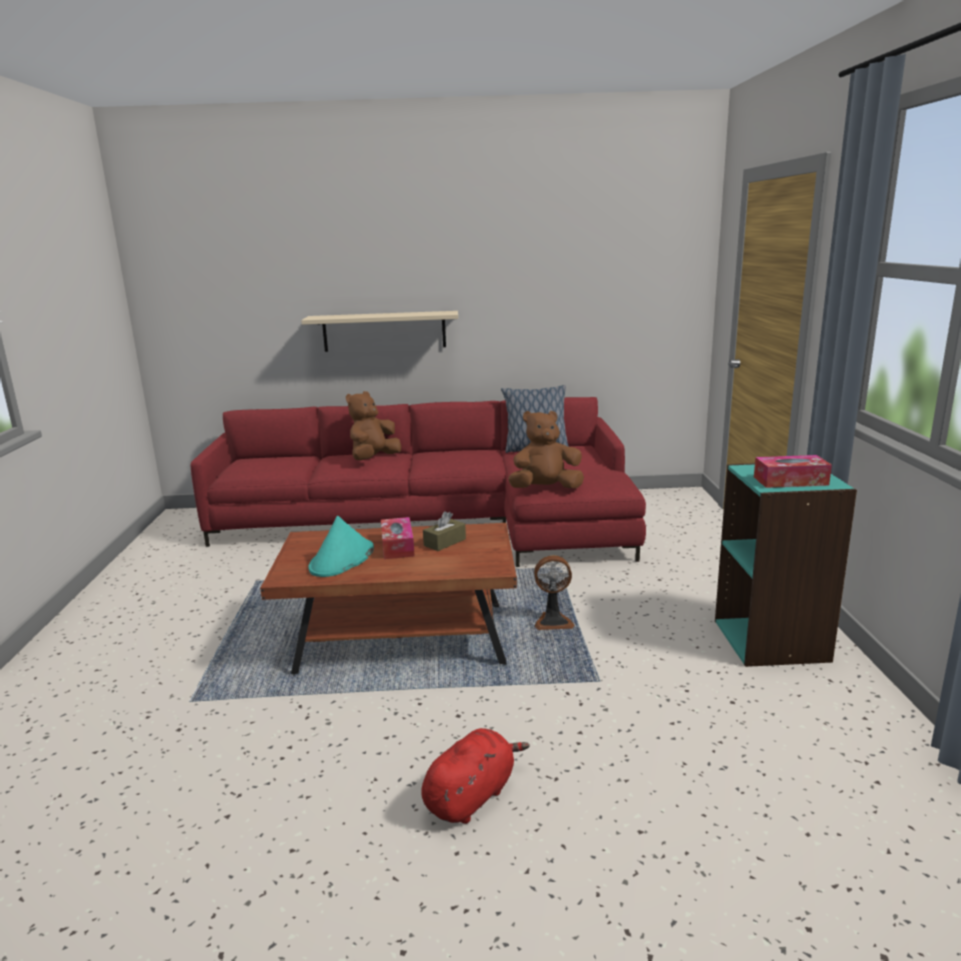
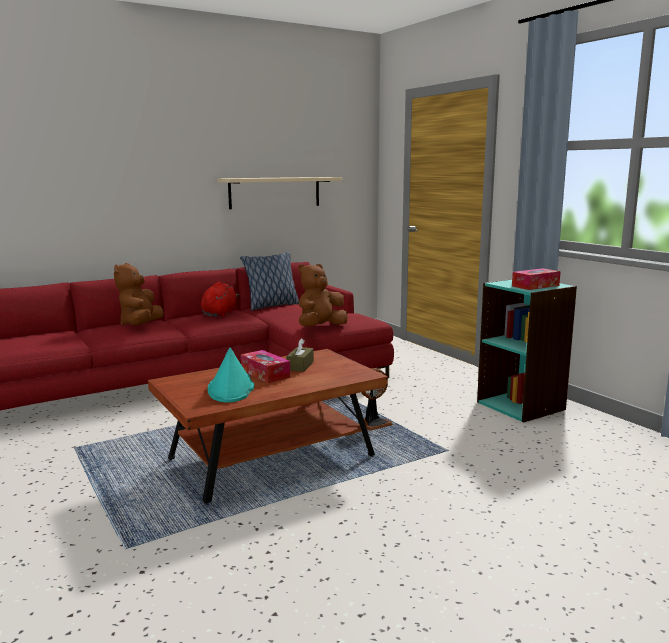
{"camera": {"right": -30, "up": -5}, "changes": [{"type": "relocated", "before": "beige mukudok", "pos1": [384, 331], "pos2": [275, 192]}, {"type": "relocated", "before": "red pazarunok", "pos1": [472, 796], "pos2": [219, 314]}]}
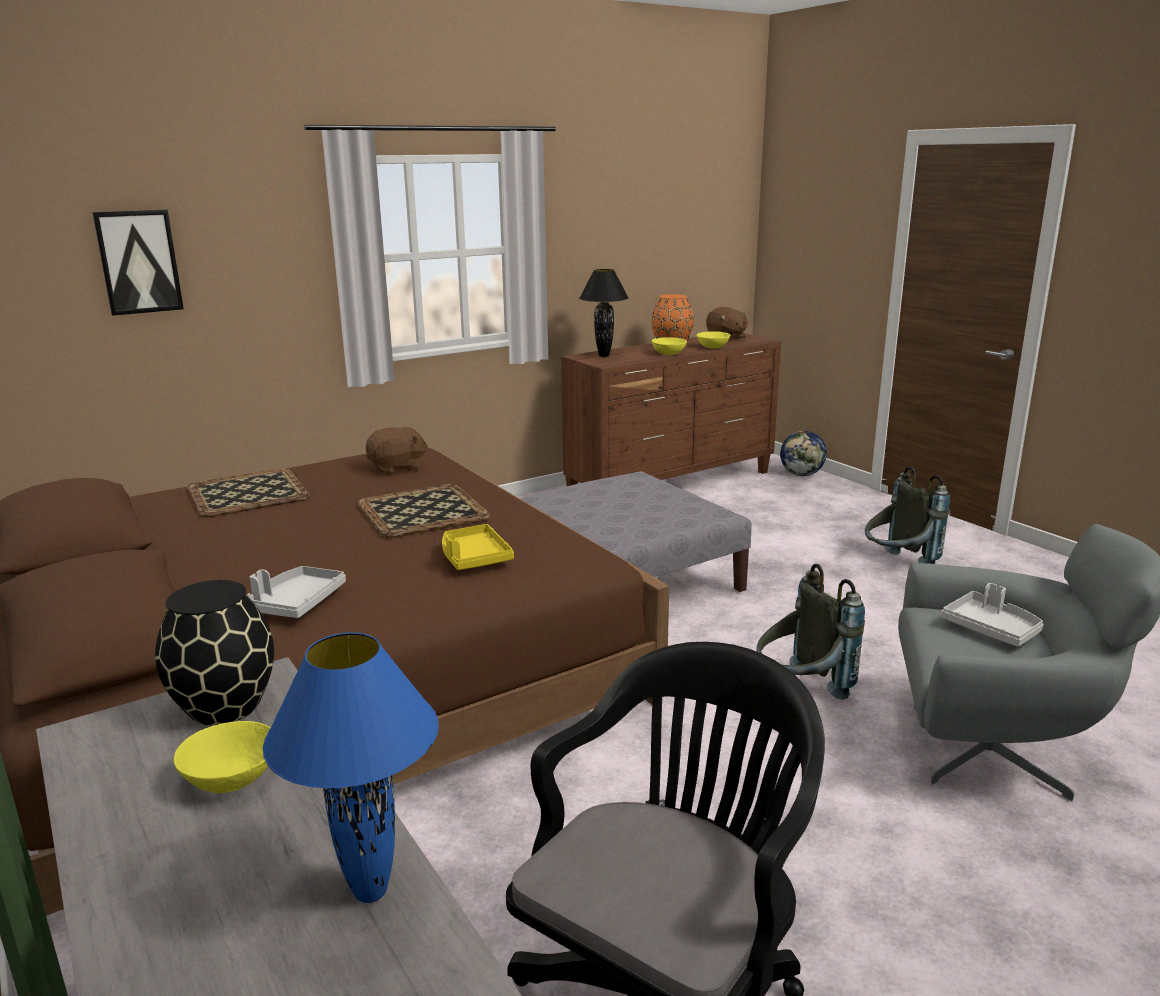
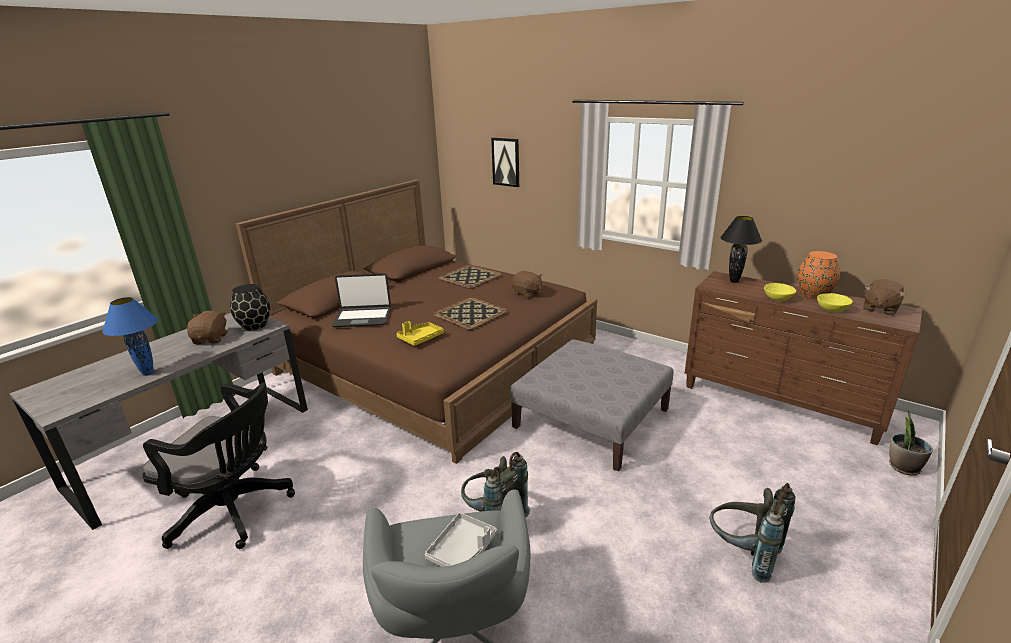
{"camera": {"right": 70, "up": 5}, "changes": [{"type": "exchanged", "before": "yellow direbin", "after": "brown pazarunok", "pos1": [231, 779], "pos2": [211, 339]}, {"type": "exchanged", "before": "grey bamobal", "after": "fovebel", "pos1": [296, 603], "pos2": [363, 318]}, {"type": "exchanged", "before": "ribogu", "after": "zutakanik", "pos1": [802, 474], "pos2": [903, 467]}]}
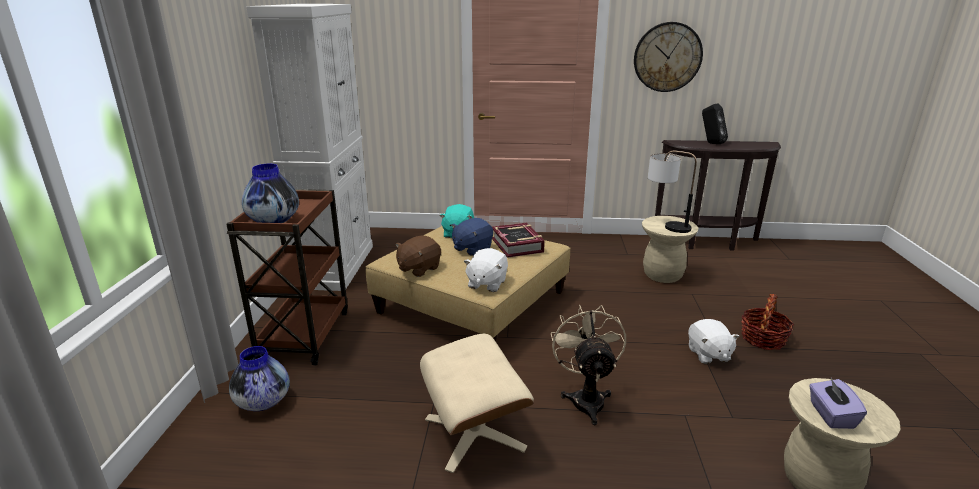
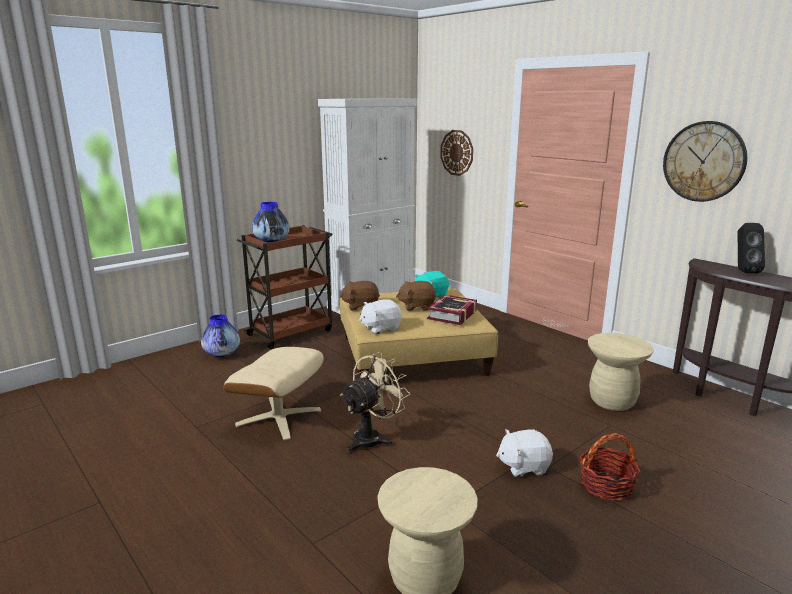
{"camera": {"right": 45, "up": -5}, "changes": [{"type": "missing", "before": "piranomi", "pos1": [665, 225]}, {"type": "missing", "before": "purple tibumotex", "pos1": [831, 415]}, {"type": "appeared", "after": "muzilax", "pos2": [457, 152]}, {"type": "colour", "before": "blue pazarunok", "after": "brown pazarunok", "pos1": [472, 248], "pos2": [417, 307]}, {"type": "spun", "before": "white pazarunok", "pos1": [708, 354], "pos2": [523, 466], "turn": 45}]}
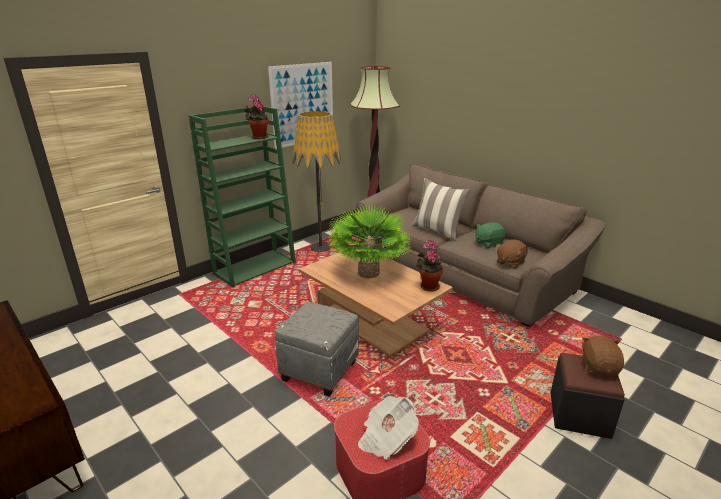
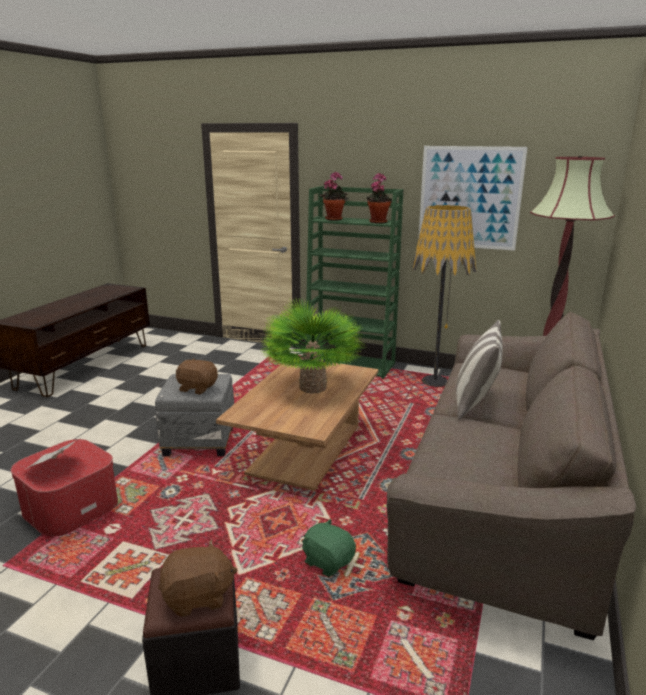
{"camera": {"right": 65, "up": -5}, "changes": [{"type": "relocated", "before": "zutakanik", "pos1": [428, 286], "pos2": [334, 219]}, {"type": "relocated", "before": "green pazarunok", "pos1": [488, 243], "pos2": [328, 561]}, {"type": "relocated", "before": "brown pazarunok", "pos1": [510, 262], "pos2": [197, 388]}]}
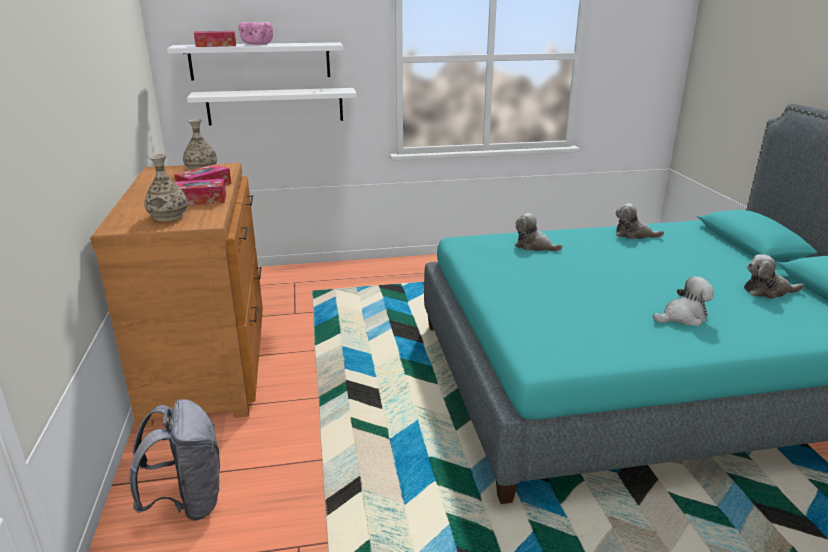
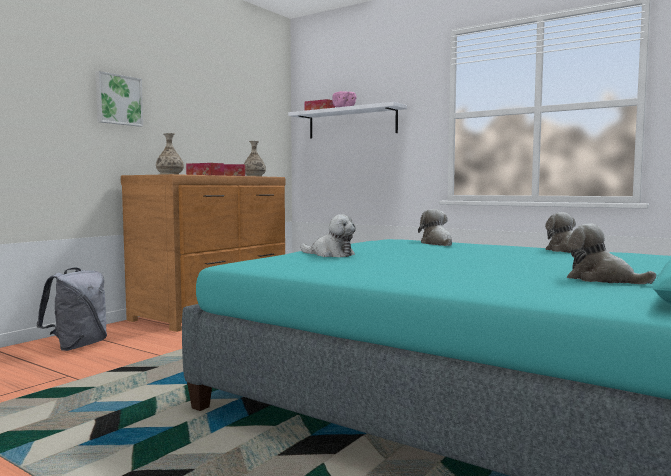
{"camera": {"right": 45, "up": -20}, "changes": [{"type": "missing", "before": "white mukudok", "pos1": [275, 106]}, {"type": "appeared", "after": "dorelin", "pos2": [118, 100]}, {"type": "relocated", "before": "pazarunok", "pos1": [683, 317], "pos2": [330, 255]}]}
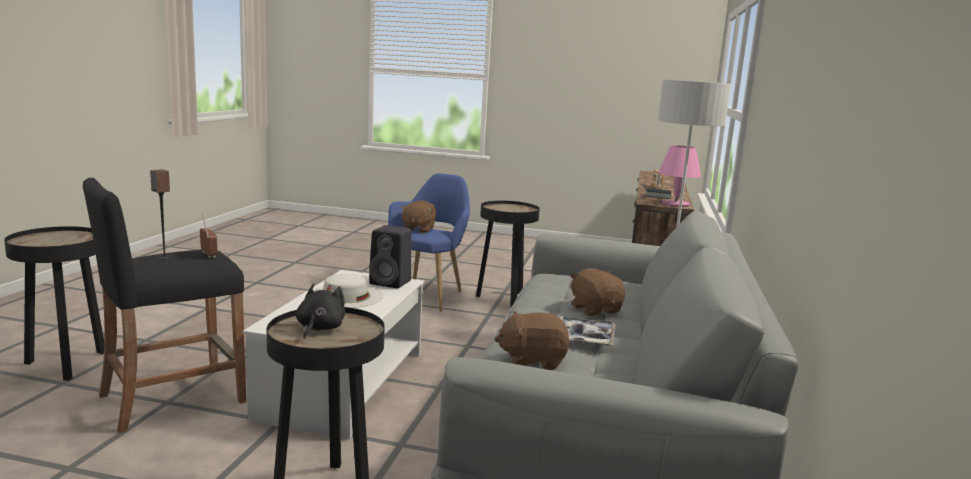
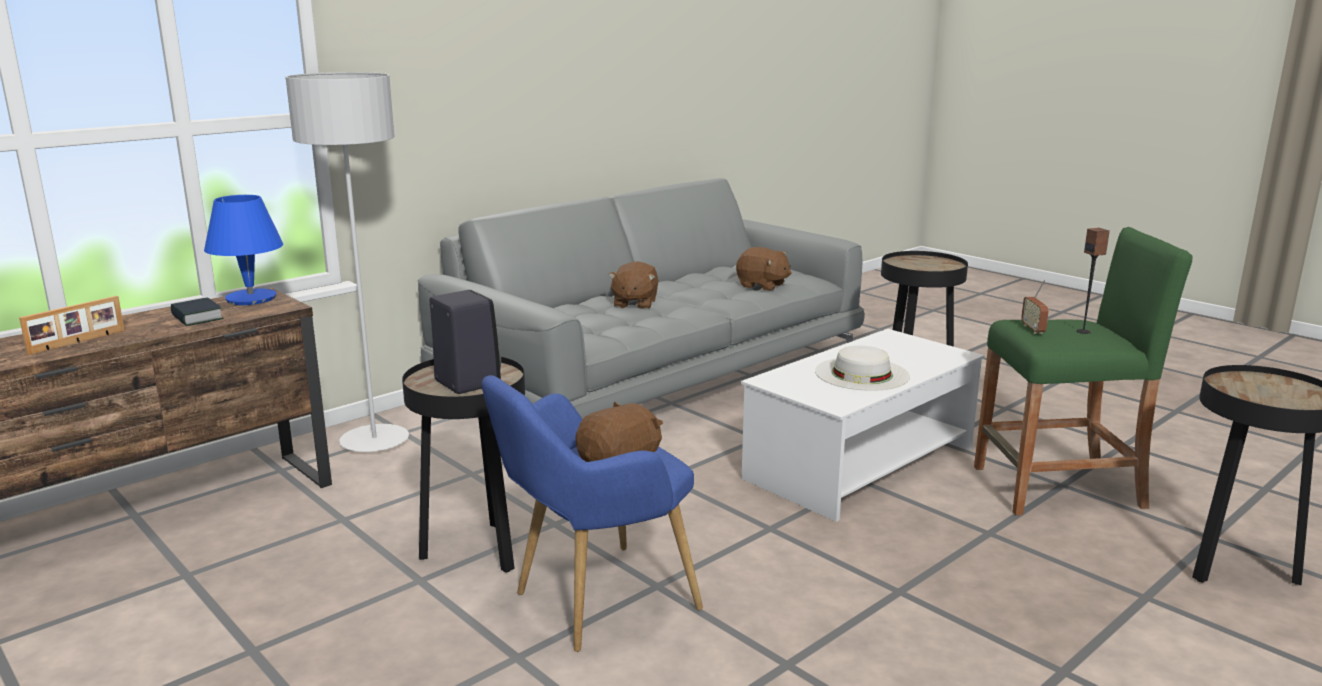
{"camera": {"right": -145, "up": 5}, "changes": [{"type": "missing", "before": "black pazarunok", "pos1": [319, 328]}, {"type": "missing", "before": "bamobal", "pos1": [584, 338]}, {"type": "relocated", "before": "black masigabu", "pos1": [391, 282], "pos2": [465, 382]}, {"type": "colour", "before": "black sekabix", "after": "green sekabix", "pos1": [172, 398], "pos2": [1058, 488]}, {"type": "colour", "before": "pink piranomi", "after": "blue piranomi", "pos1": [676, 204], "pos2": [251, 298]}]}
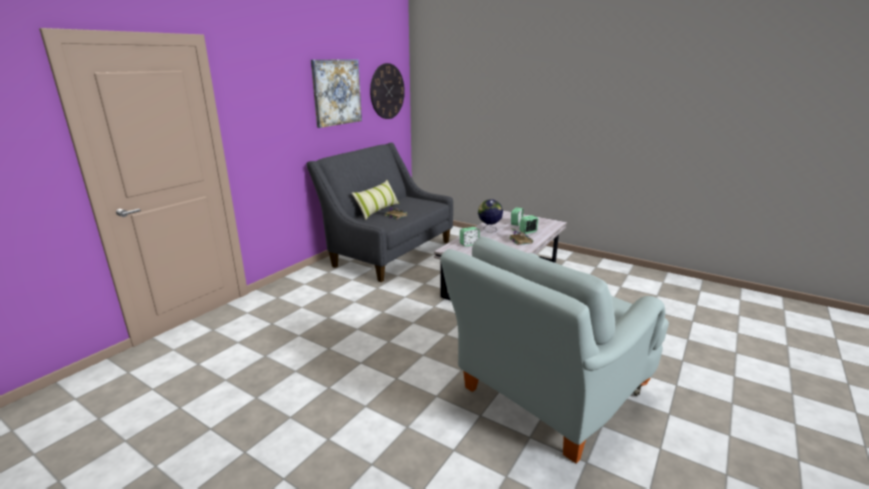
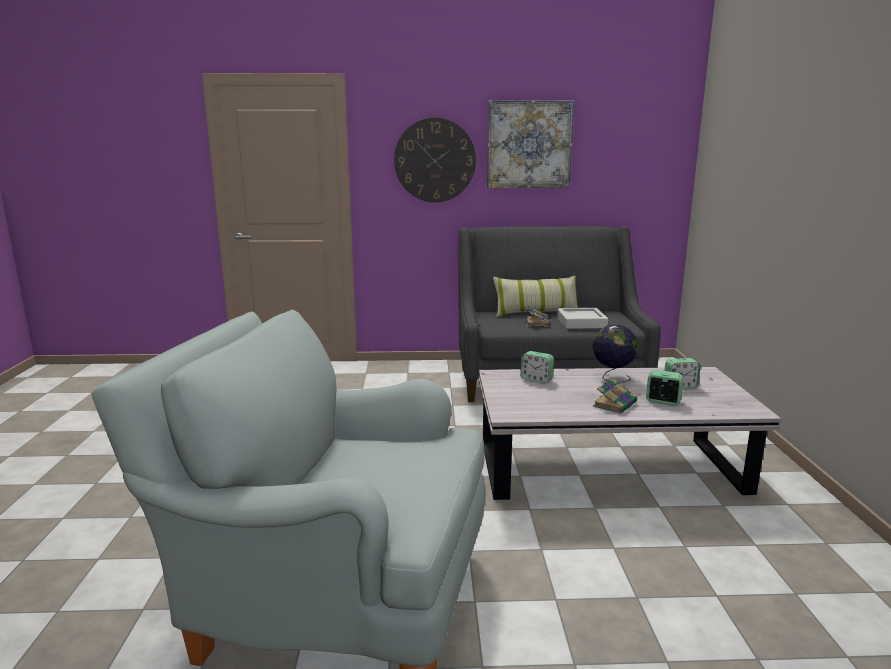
{"camera": {"right": 55, "up": -5}, "changes": [{"type": "appeared", "after": "grey bamobal", "pos2": [581, 322]}, {"type": "relocated", "before": "muzilax", "pos1": [387, 91], "pos2": [435, 160]}]}
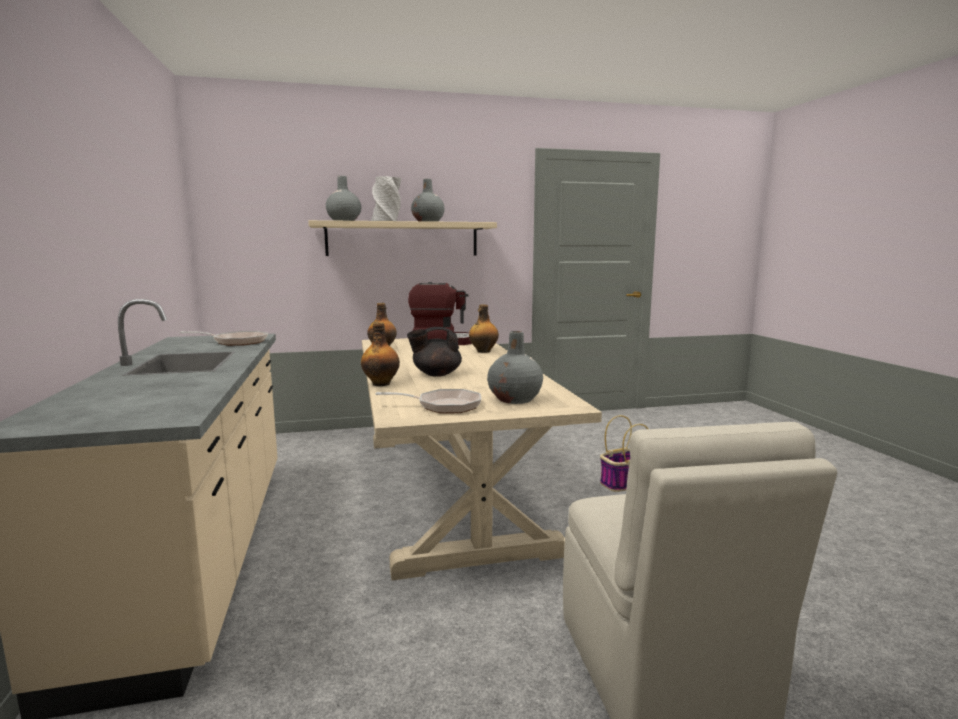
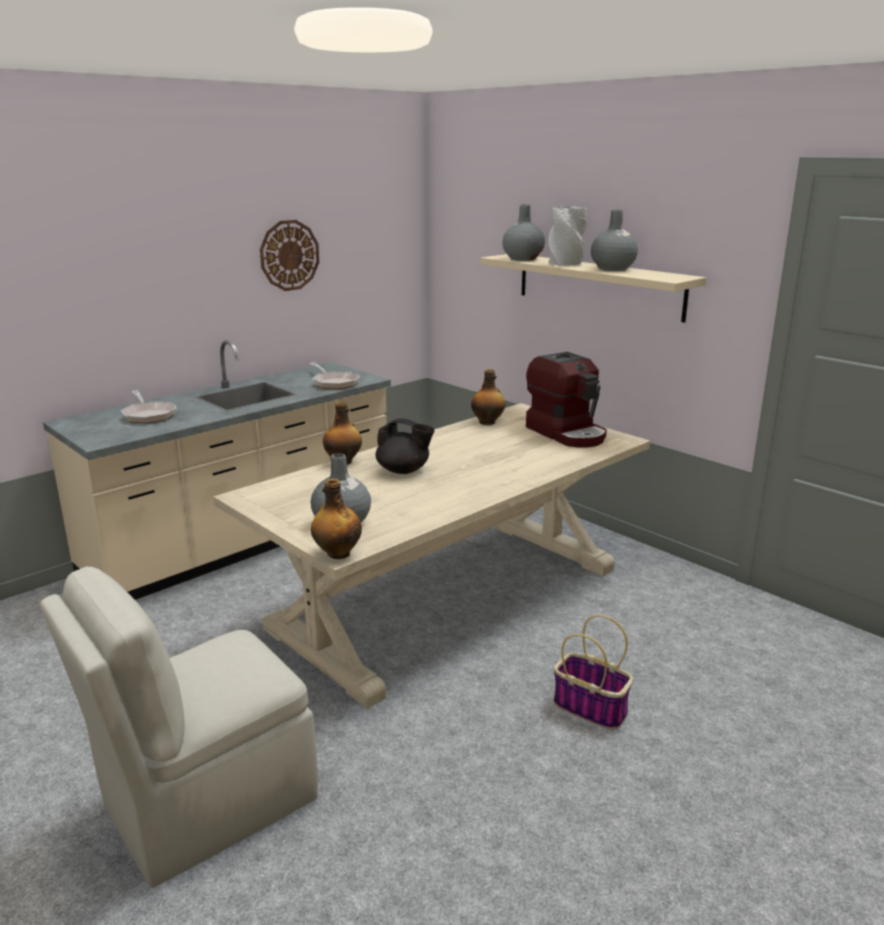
{"camera": {"right": 60, "up": 10}, "changes": [{"type": "appeared", "after": "muzilax", "pos2": [289, 255]}, {"type": "relocated", "before": "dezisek", "pos1": [443, 406], "pos2": [148, 415]}, {"type": "relocated", "before": "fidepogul", "pos1": [483, 351], "pos2": [337, 553]}, {"type": "spun", "before": "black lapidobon", "pos1": [436, 374], "pos2": [404, 470], "turn": 150}]}
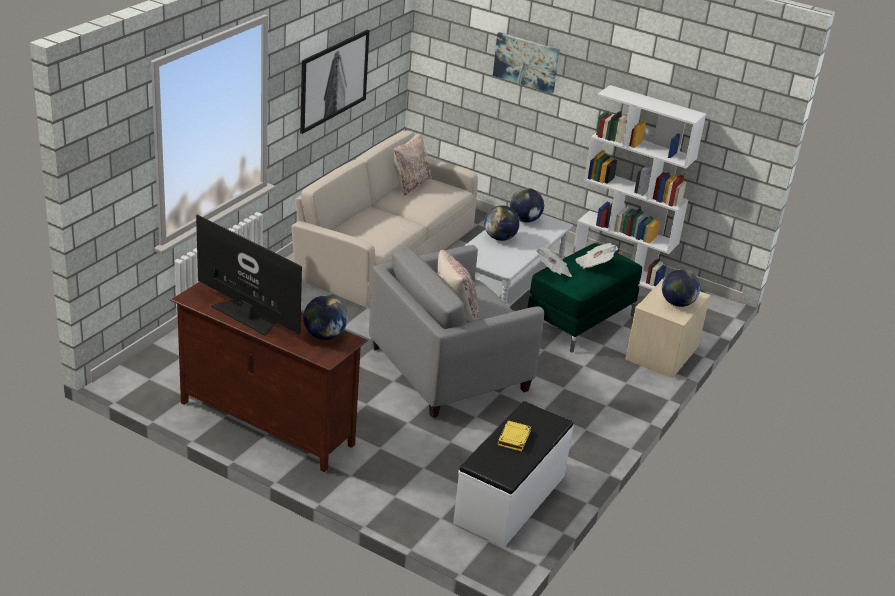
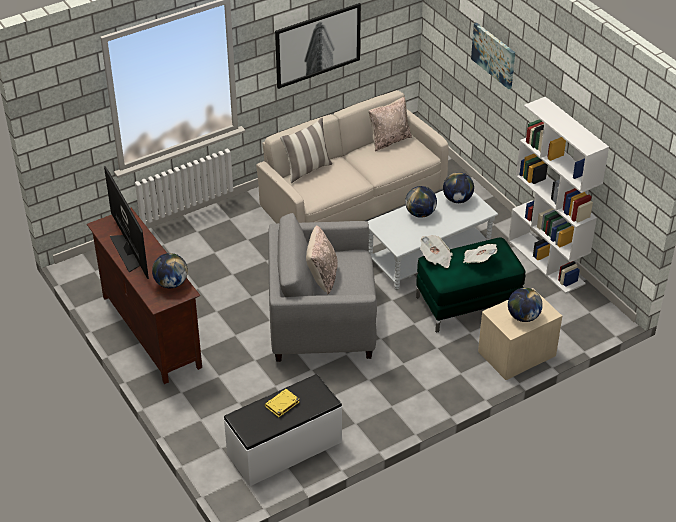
{"camera": {"right": 30, "up": 10}, "changes": [{"type": "appeared", "after": "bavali", "pos2": [307, 169]}]}
